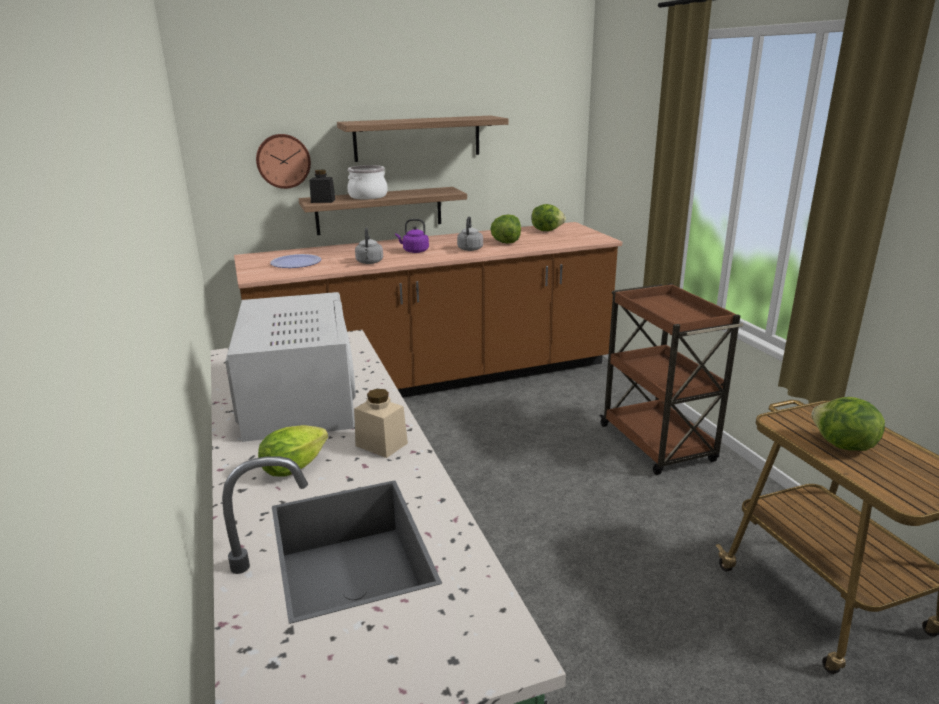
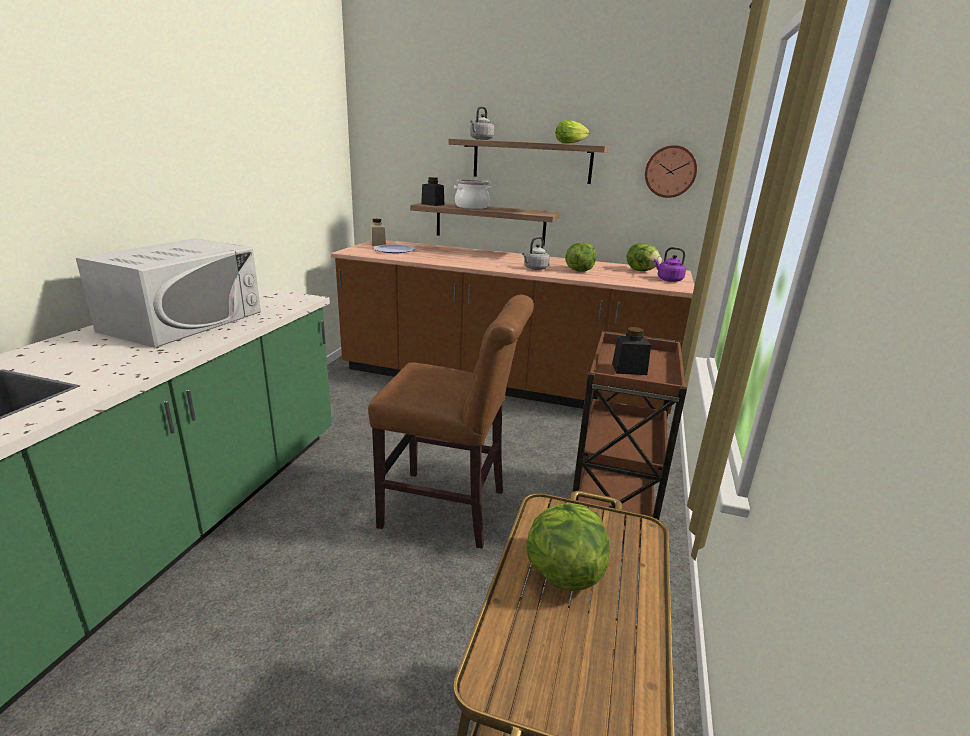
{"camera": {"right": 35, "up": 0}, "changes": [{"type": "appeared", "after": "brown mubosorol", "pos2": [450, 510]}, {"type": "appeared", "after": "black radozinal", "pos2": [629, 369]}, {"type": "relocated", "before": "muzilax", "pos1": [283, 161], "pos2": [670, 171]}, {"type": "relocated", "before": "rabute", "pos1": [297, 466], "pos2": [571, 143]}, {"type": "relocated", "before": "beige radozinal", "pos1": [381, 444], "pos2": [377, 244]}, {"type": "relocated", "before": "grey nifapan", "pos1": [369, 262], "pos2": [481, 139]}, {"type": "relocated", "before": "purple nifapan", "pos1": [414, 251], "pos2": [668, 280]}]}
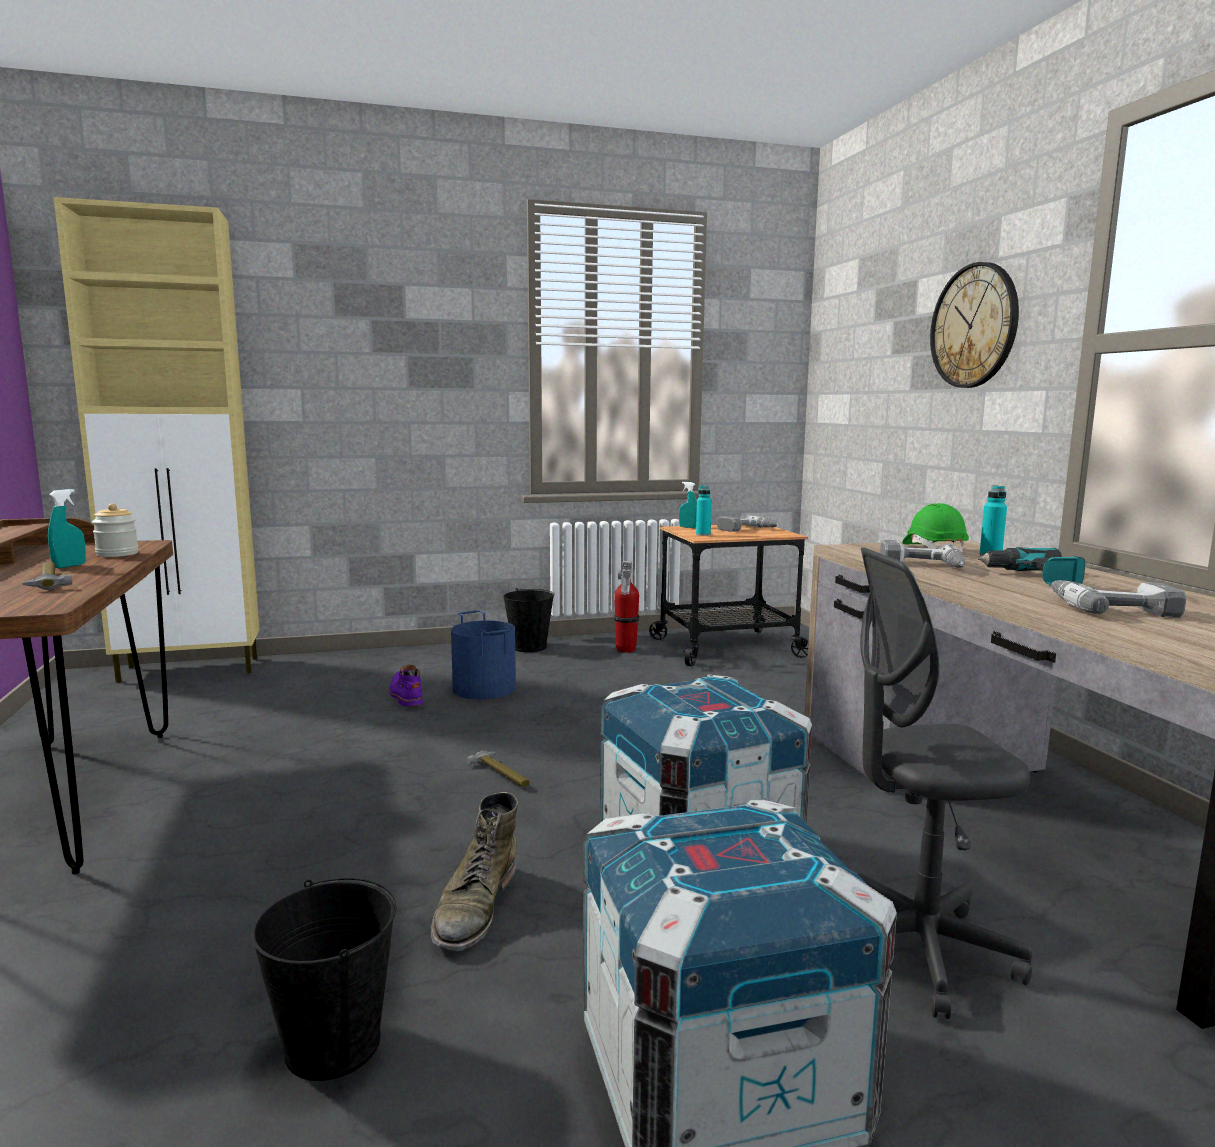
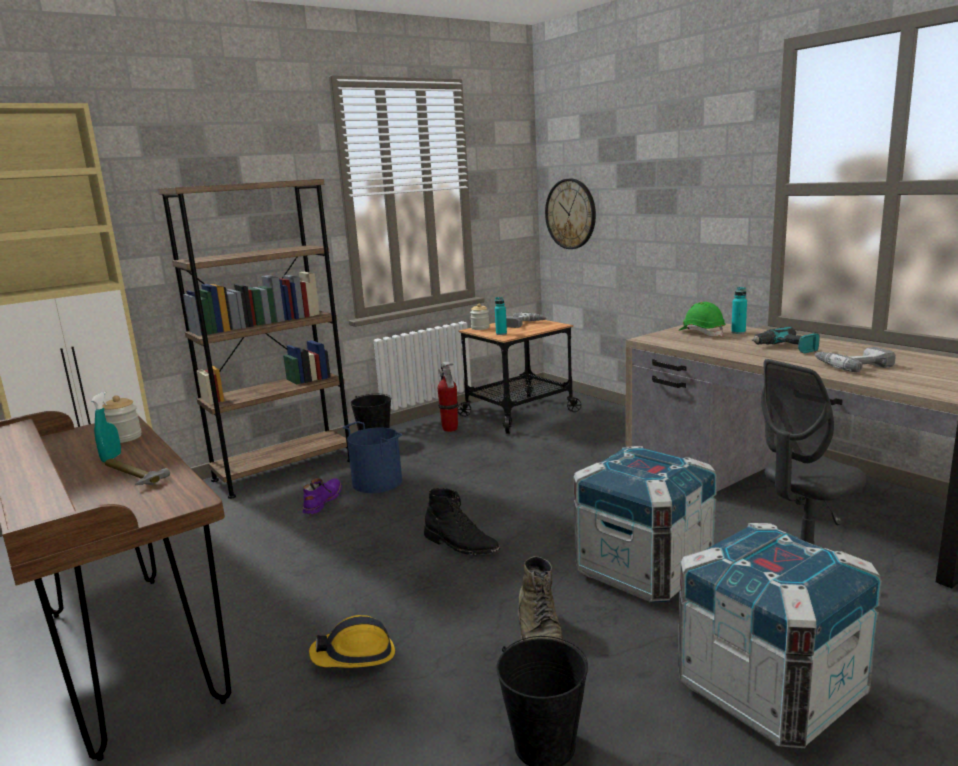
{"camera": {"right": -20, "up": 5}, "changes": [{"type": "missing", "before": "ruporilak", "pos1": [922, 566]}, {"type": "appeared", "after": "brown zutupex", "pos2": [284, 470]}, {"type": "appeared", "after": "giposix", "pos2": [355, 656]}, {"type": "relocated", "before": "muzilax", "pos1": [974, 326], "pos2": [570, 214]}, {"type": "exchanged", "before": "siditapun", "after": "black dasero", "pos1": [501, 774], "pos2": [461, 545]}, {"type": "exchanged", "before": "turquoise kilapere", "after": "radozinal", "pos1": [688, 527], "pos2": [480, 328]}, {"type": "spun", "before": "purple dasero", "pos1": [406, 695], "pos2": [322, 501], "turn": 60}]}
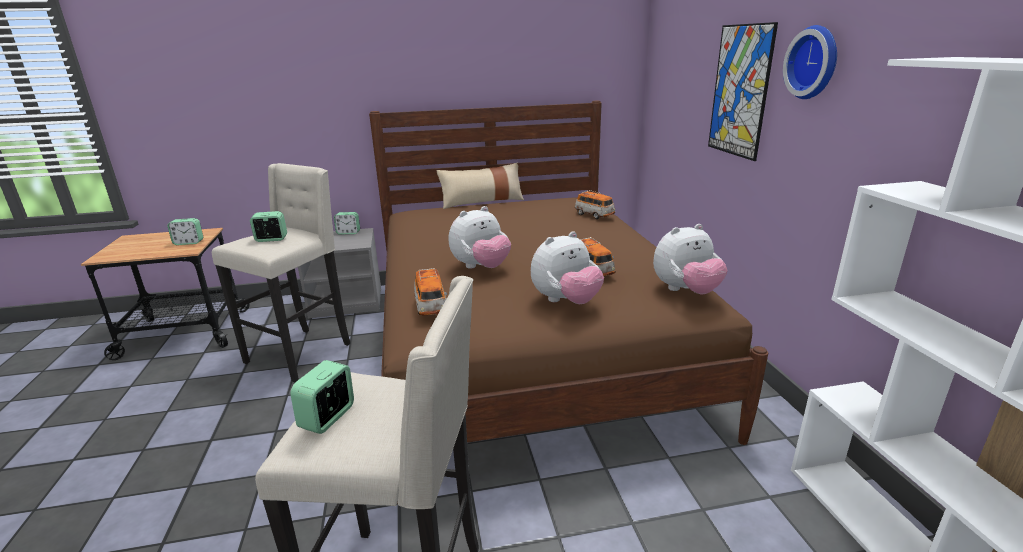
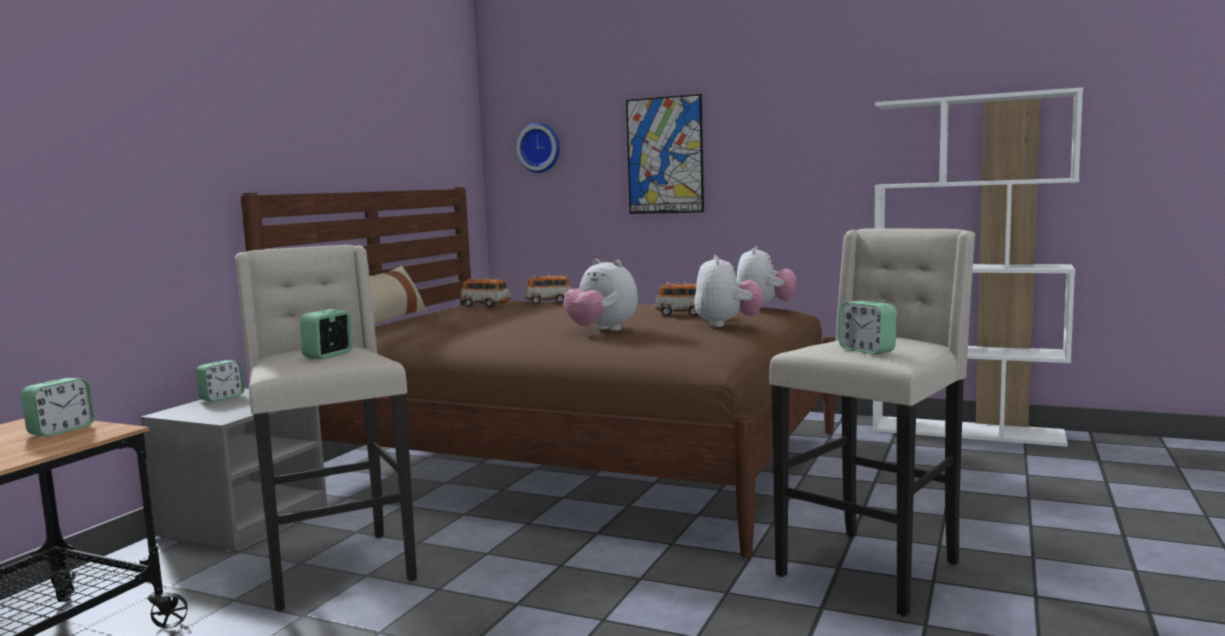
{"camera": {"right": -55, "up": -15}, "changes": [{"type": "relocated", "before": "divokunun", "pos1": [431, 307], "pos2": [486, 305]}, {"type": "relocated", "before": "muzilax", "pos1": [815, 62], "pos2": [540, 148]}, {"type": "spun", "before": "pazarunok", "pos1": [481, 267], "pos2": [602, 330], "turn": 135}]}
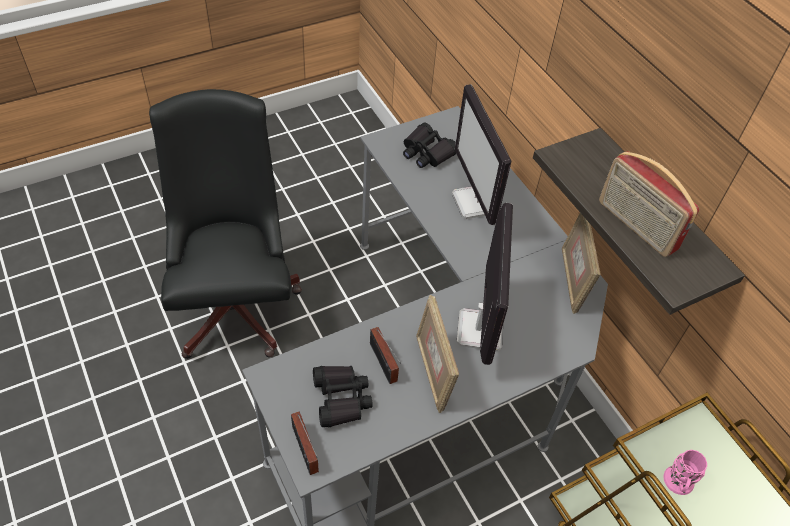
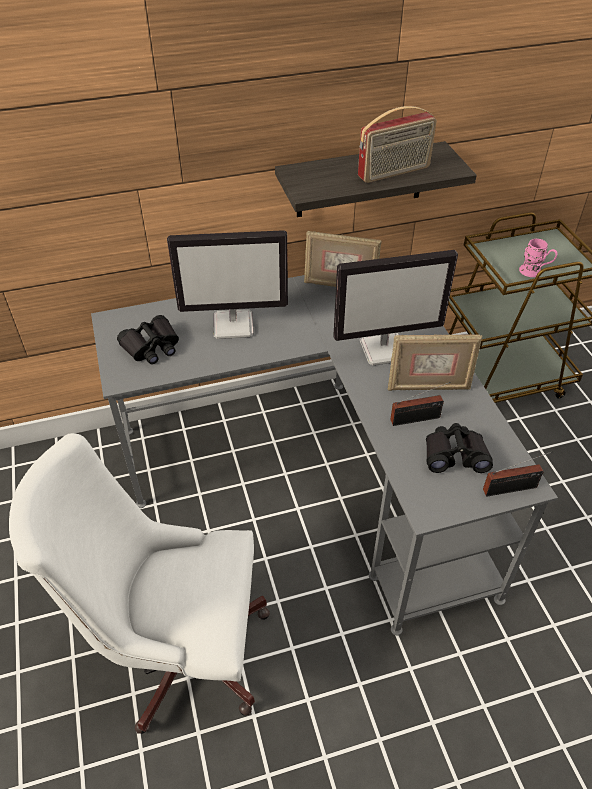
{"camera": {"right": -75, "up": -5}, "changes": [{"type": "colour", "before": "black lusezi", "after": "white lusezi", "pos1": [235, 301], "pos2": [177, 648]}, {"type": "spun", "before": "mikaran", "pos1": [479, 329], "pos2": [384, 349], "turn": 150}]}
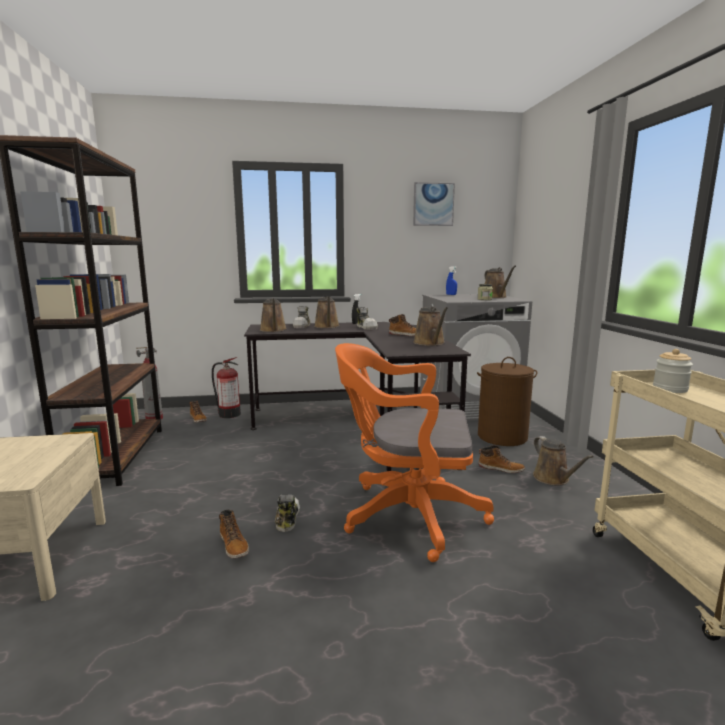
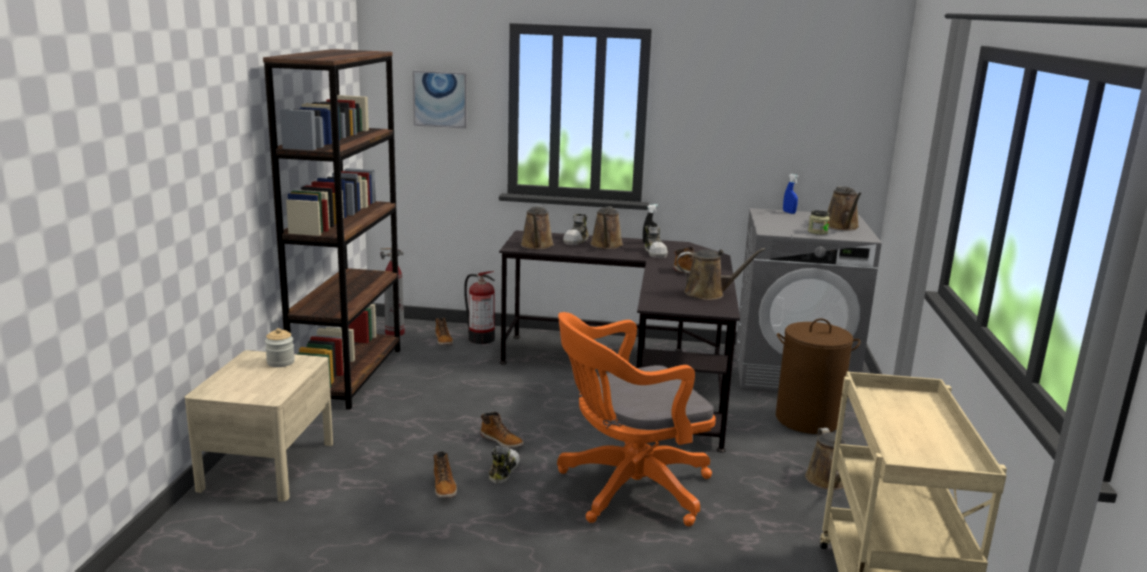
{"camera": {"right": 15, "up": 5}, "changes": [{"type": "relocated", "before": "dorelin", "pos1": [433, 204], "pos2": [440, 99]}, {"type": "relocated", "before": "dasero", "pos1": [501, 469], "pos2": [502, 441]}, {"type": "relocated", "before": "radozinal", "pos1": [670, 389], "pos2": [280, 362]}, {"type": "spun", "before": "orange lusezi", "pos1": [406, 515], "pos2": [627, 489], "turn": -45}, {"type": "spun", "before": "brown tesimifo", "pos1": [430, 343], "pos2": [708, 293], "turn": -90}]}
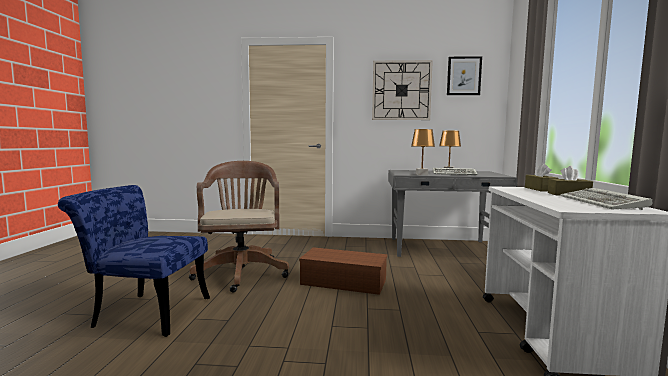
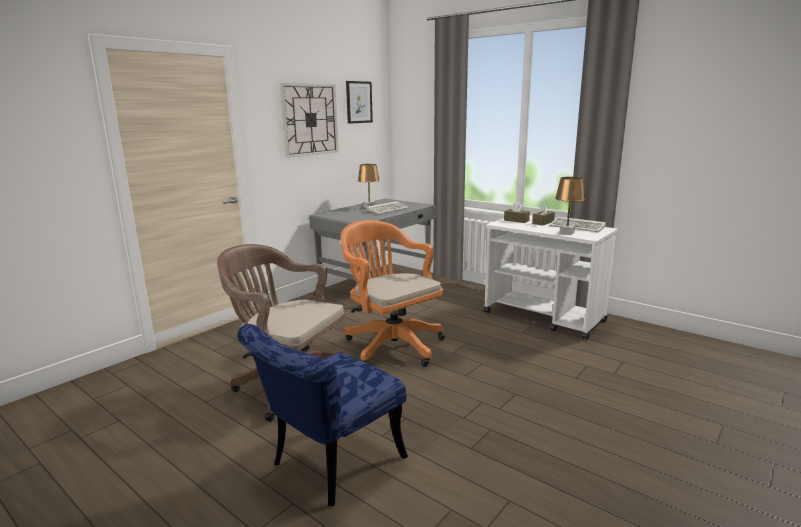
{"camera": {"right": -55, "up": 10}, "changes": [{"type": "relocated", "before": "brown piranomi", "pos1": [422, 174], "pos2": [566, 233]}, {"type": "exchanged", "before": "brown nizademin", "after": "orange lusezi", "pos1": [345, 281], "pos2": [391, 344]}]}
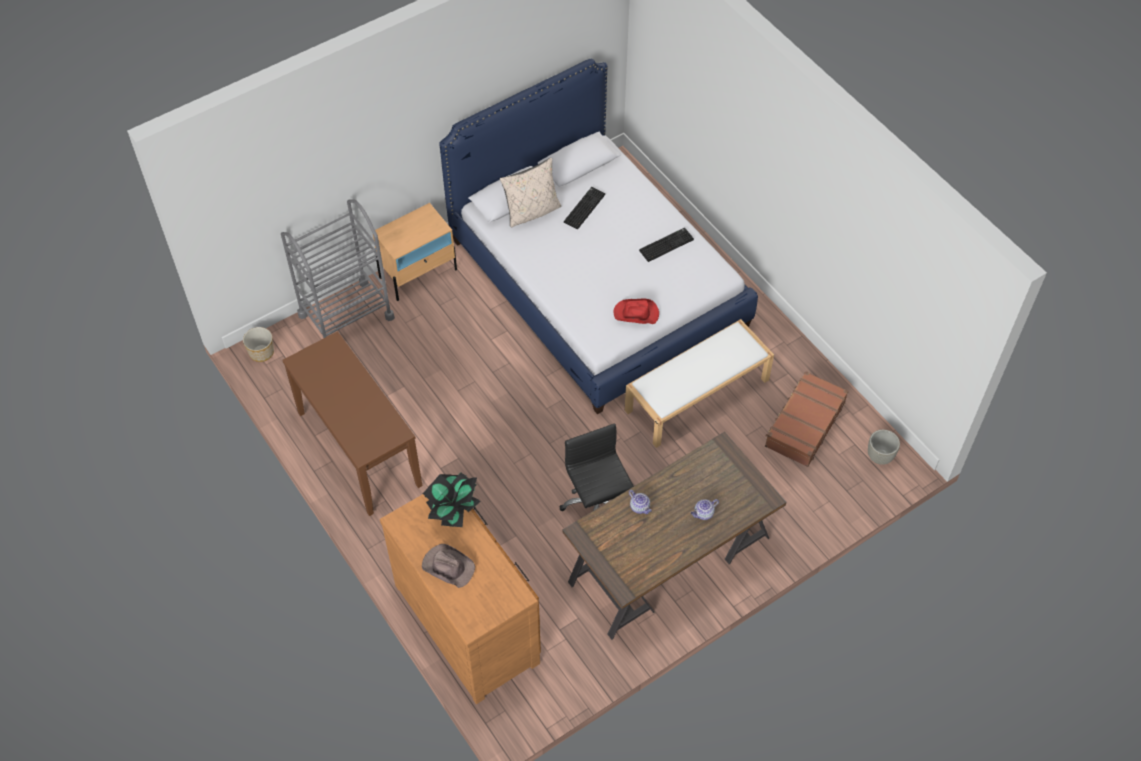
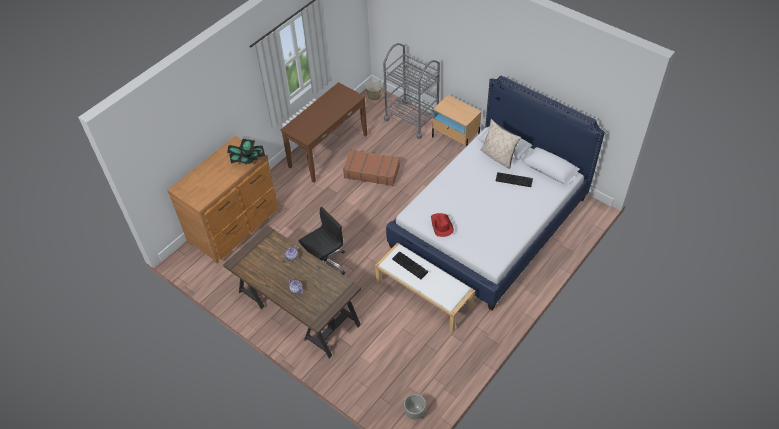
{"camera": {"right": 75, "up": -5}, "changes": [{"type": "missing", "before": "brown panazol", "pos1": [448, 566]}, {"type": "relocated", "before": "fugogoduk", "pos1": [666, 244], "pos2": [410, 265]}, {"type": "relocated", "before": "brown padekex", "pos1": [804, 424], "pos2": [372, 172]}]}
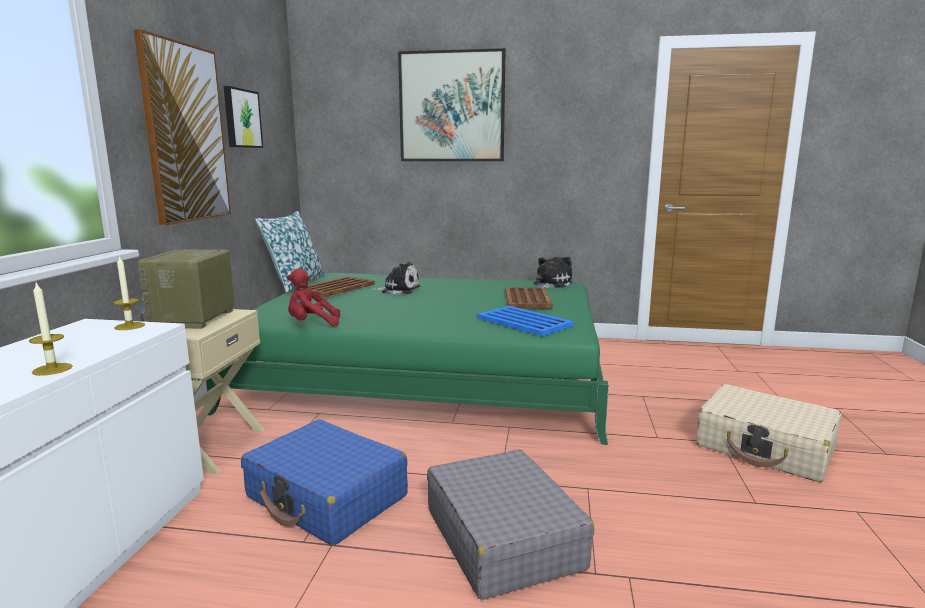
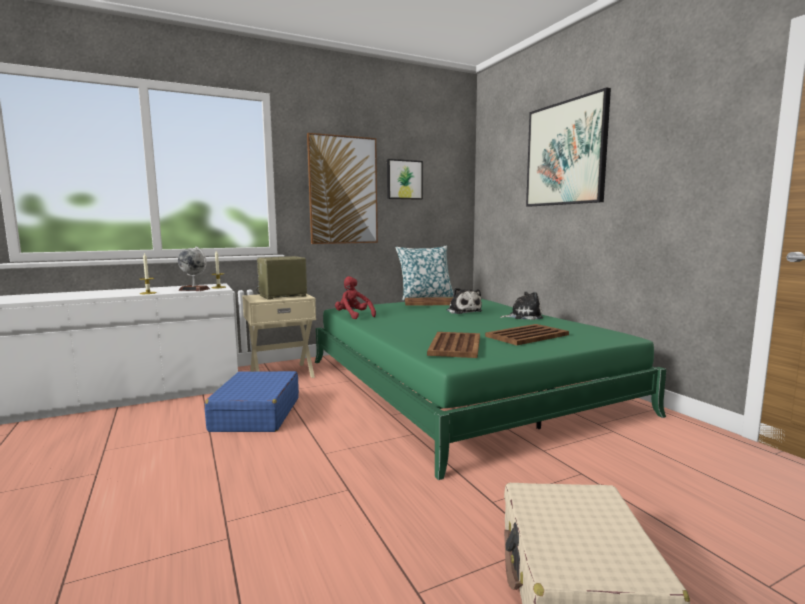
{"camera": {"right": 55, "up": -5}, "changes": [{"type": "missing", "before": "grey padekex", "pos1": [503, 538]}, {"type": "appeared", "after": "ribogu", "pos2": [194, 289]}, {"type": "relocated", "before": "pazarunok", "pos1": [551, 284], "pos2": [523, 316]}, {"type": "colour", "before": "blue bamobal", "after": "brown bamobal", "pos1": [523, 321], "pos2": [455, 345]}]}
